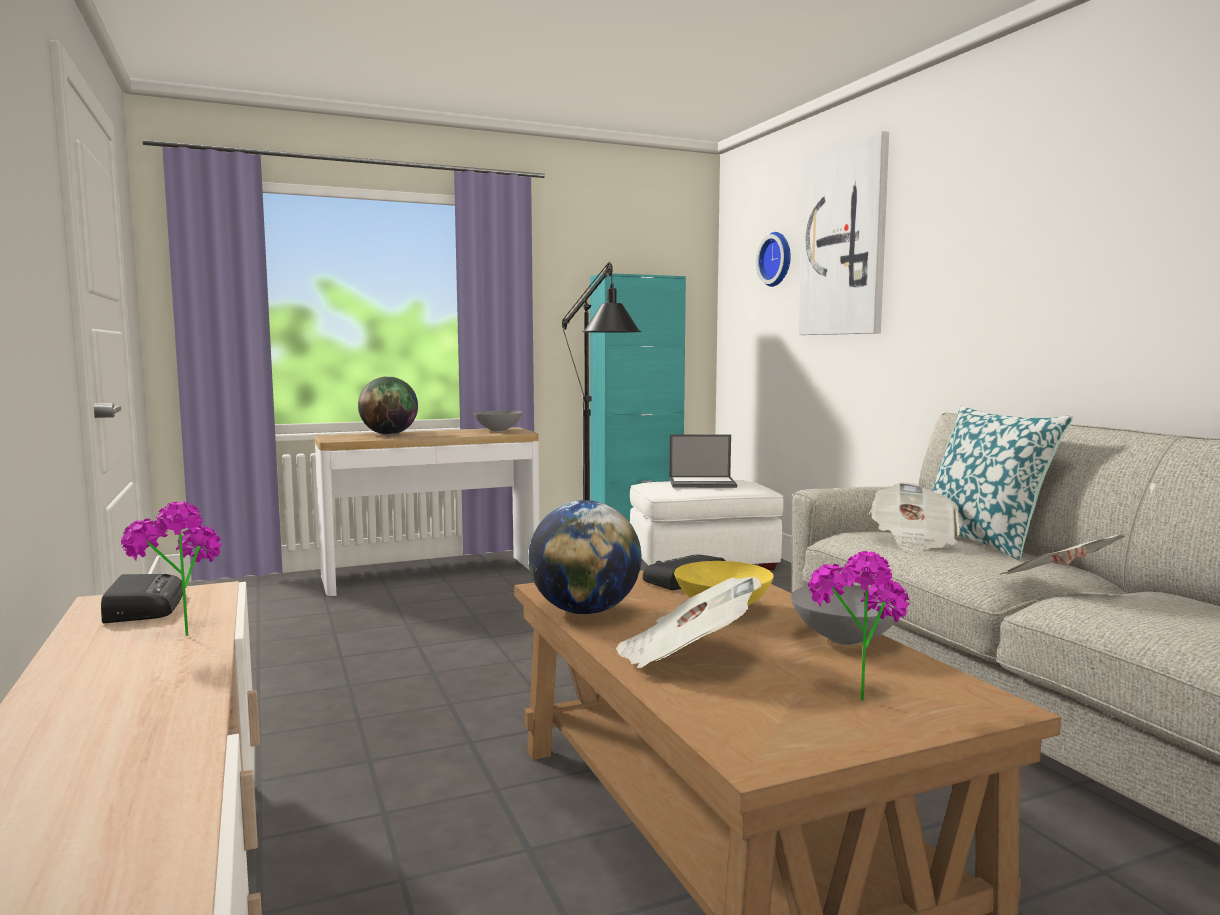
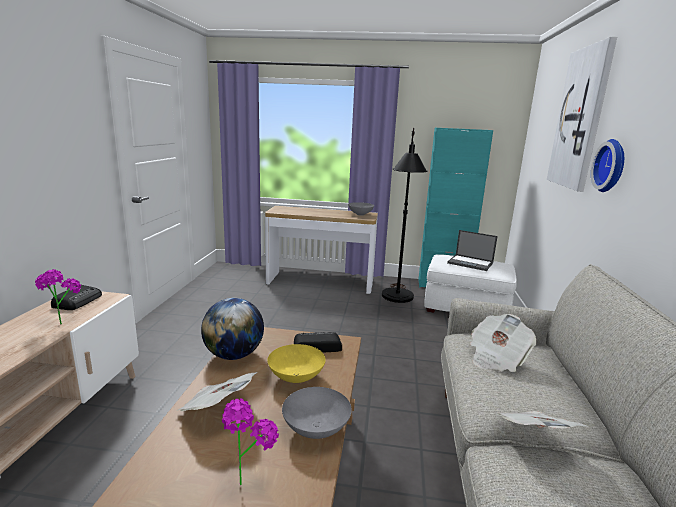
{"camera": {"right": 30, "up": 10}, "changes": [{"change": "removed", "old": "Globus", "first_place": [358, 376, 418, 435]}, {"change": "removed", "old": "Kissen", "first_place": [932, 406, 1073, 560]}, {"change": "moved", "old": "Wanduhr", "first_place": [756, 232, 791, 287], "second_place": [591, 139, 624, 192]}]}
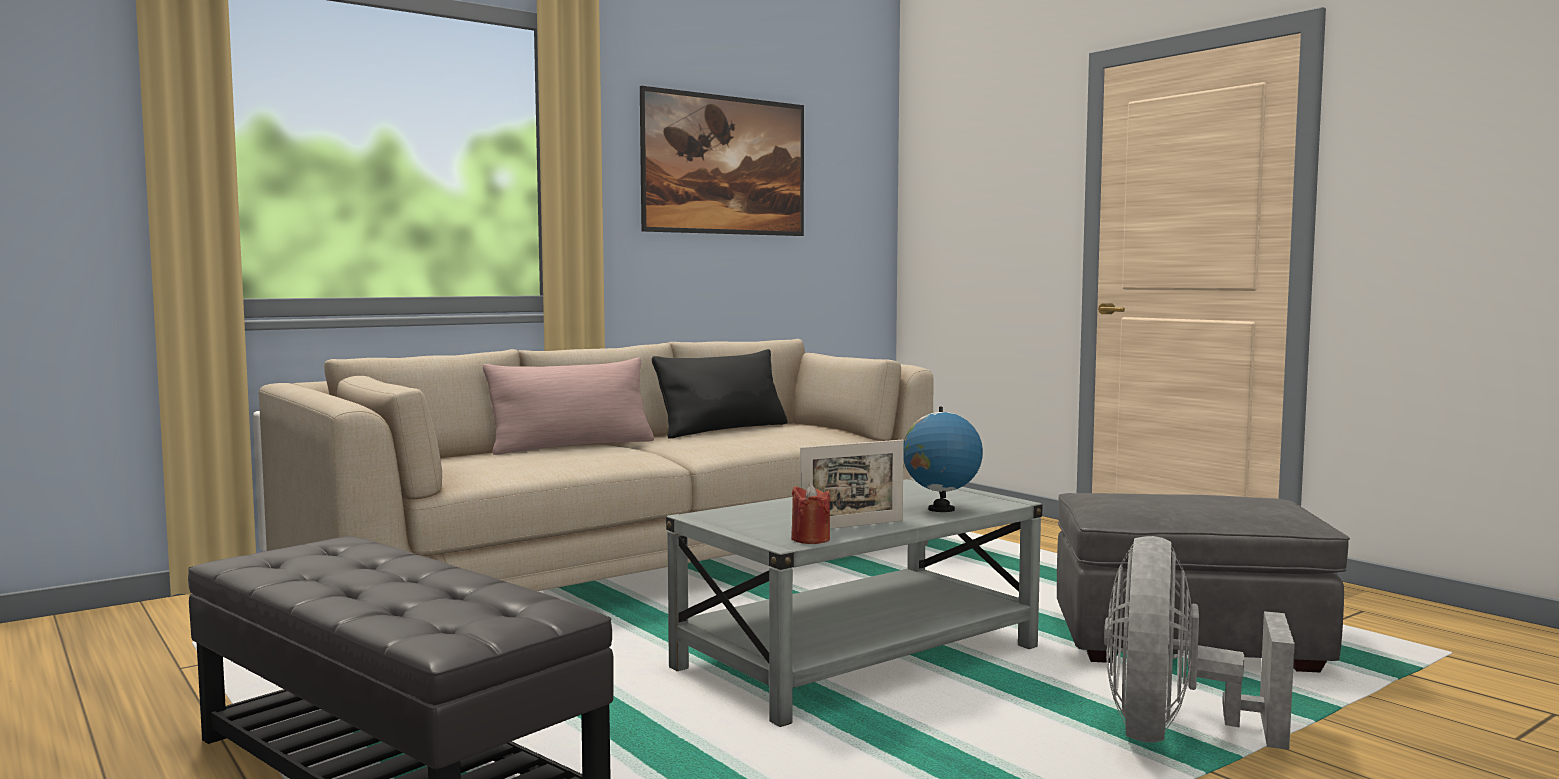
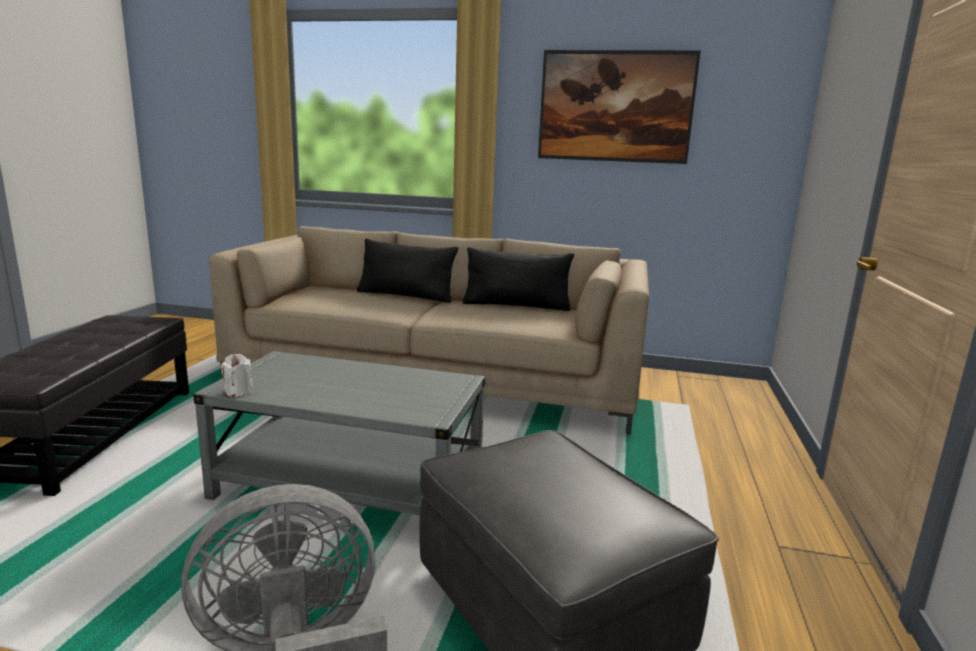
{"camera": {"right": 50, "up": 10}, "changes": [{"change": "removed", "old": "Bilderrahmen", "first_place": [800, 440, 904, 529]}, {"change": "removed", "old": "Globus", "first_place": [903, 407, 983, 512]}, {"change": "recoloured", "old": "Kissen/rosa", "new": "Kissen/schwarz", "first_place": [483, 358, 654, 455], "second_place": [357, 239, 458, 303]}, {"change": "recoloured", "old": "Kerze/rot", "new": "Kerze/weiß", "first_place": [791, 483, 830, 544], "second_place": [221, 354, 253, 397]}]}
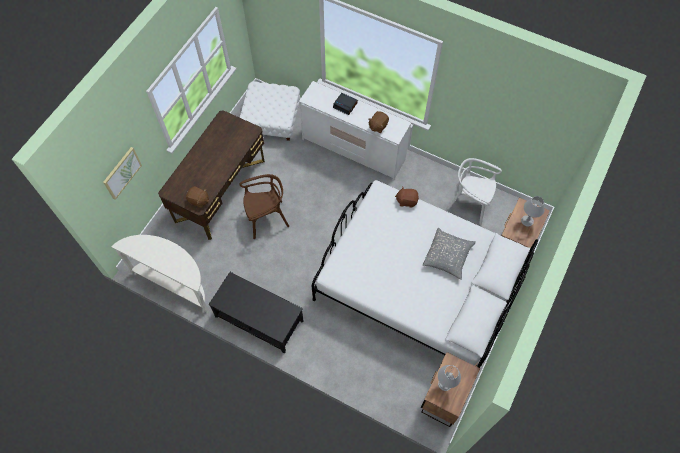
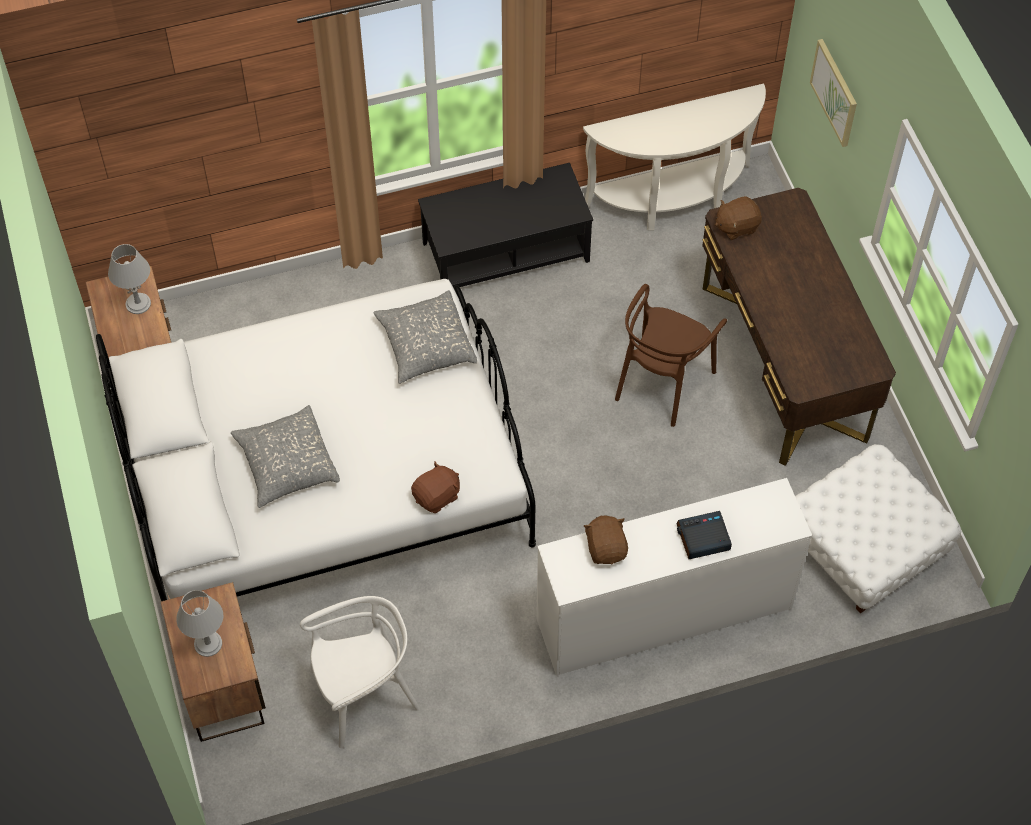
{"camera": {"right": 135, "up": -5}, "changes": [{"change": "added", "new": "Kissen/grau", "second_place": [373, 290, 477, 384]}]}
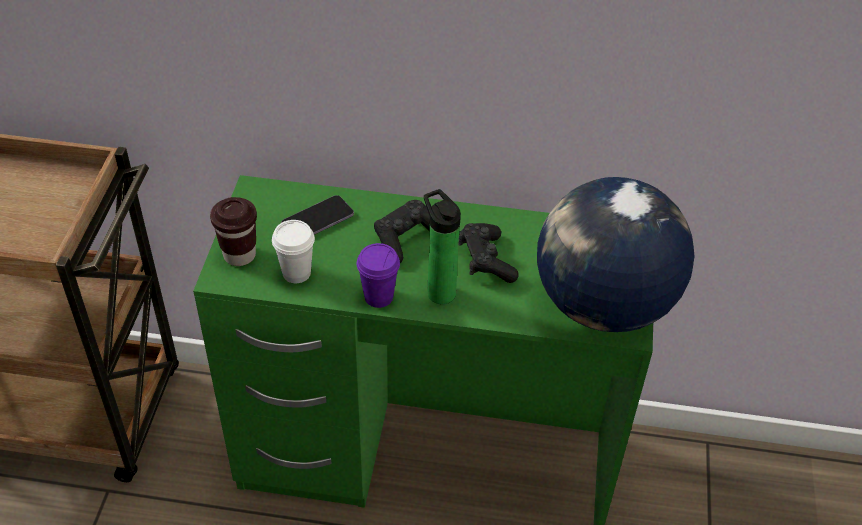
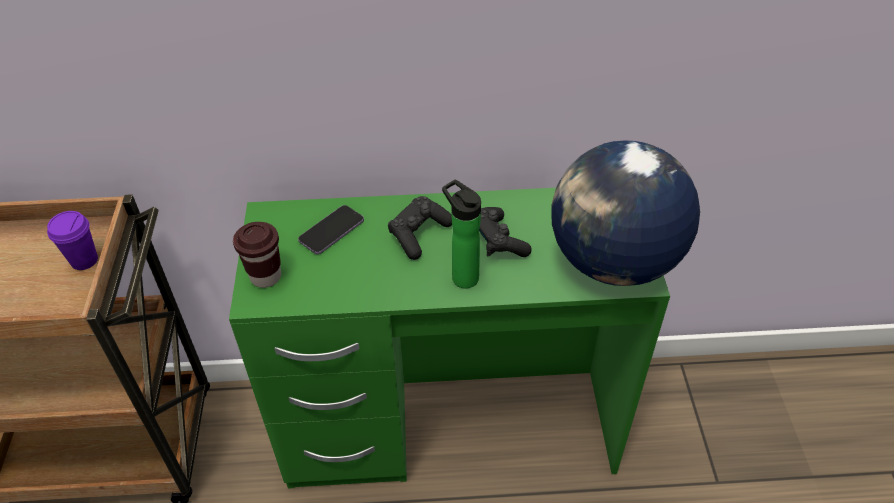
{"camera": {"right": -10, "up": 0}, "changes": [{"change": "removed", "old": "Tasse/weiß", "first_place": [272, 220, 315, 283]}, {"change": "moved", "old": "Tasse/lila", "first_place": [357, 243, 400, 308], "second_place": [47, 211, 98, 270]}]}
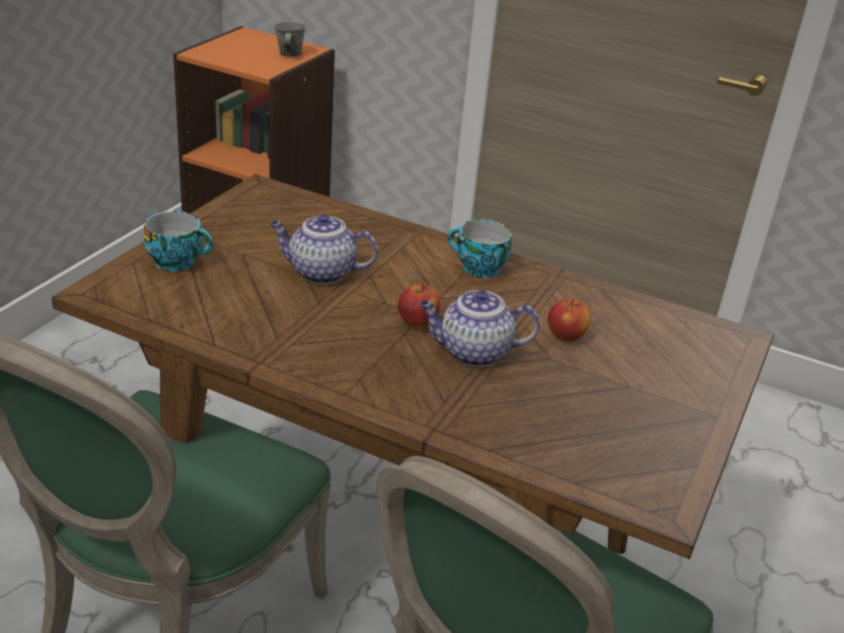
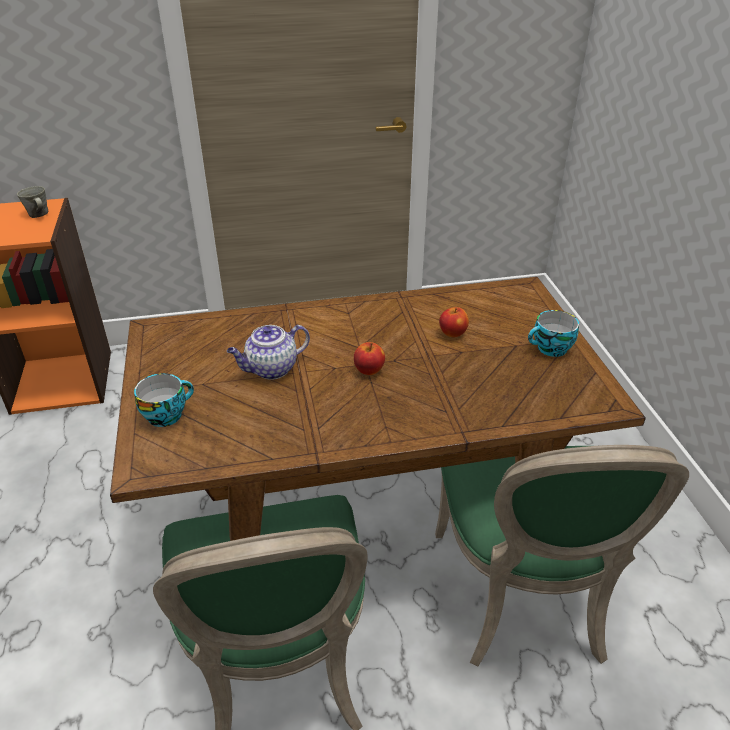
{"camera": {"right": -35, "up": 5}, "changes": [{"change": "removed", "old": "Teekanne", "first_place": [419, 290, 540, 367]}, {"change": "moved", "old": "Tasse", "first_place": [448, 219, 512, 278], "second_place": [528, 310, 579, 357]}]}
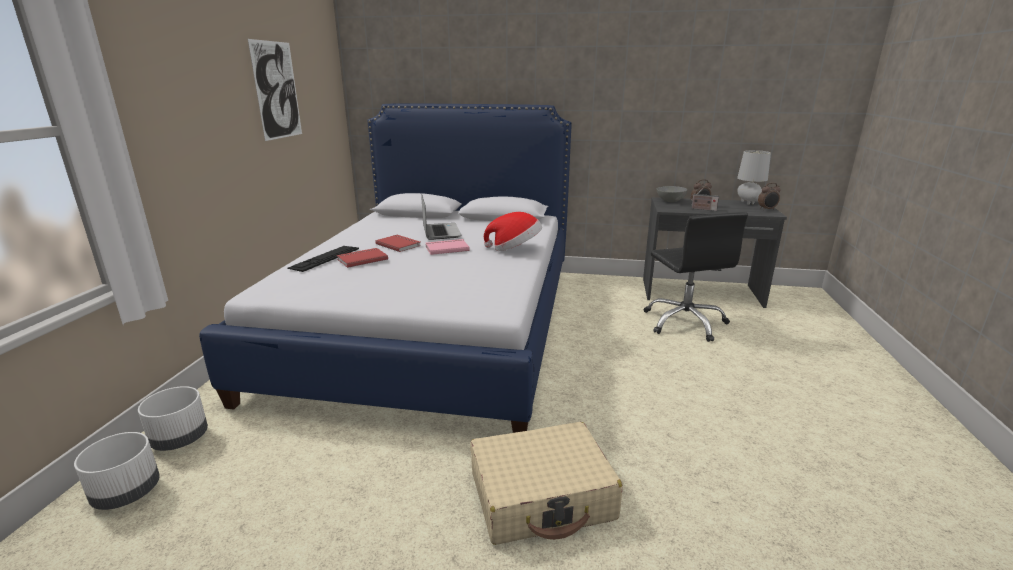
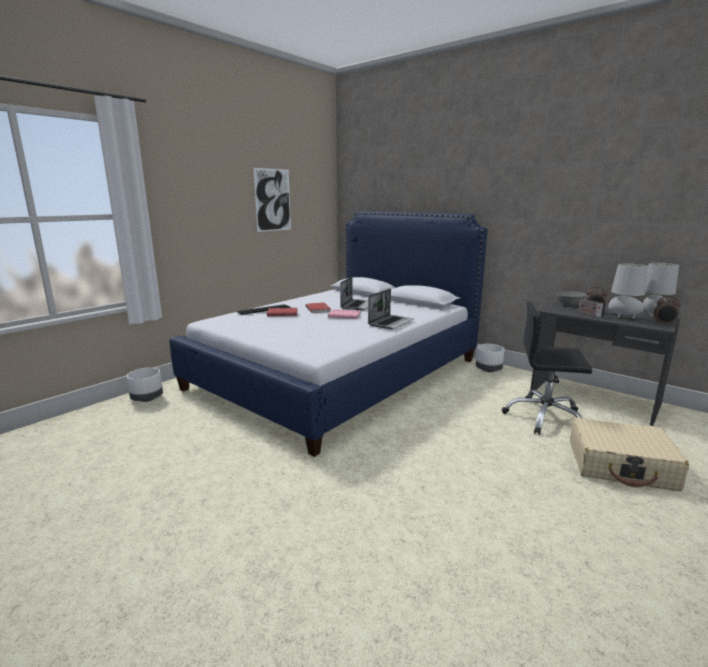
{"camera": {"right": 30, "up": -5}, "changes": [{"change": "added", "new": "Tischlampe/grau", "second_place": [608, 264, 648, 319]}, {"change": "moved", "old": "Pflanzkübel/weiß", "first_place": [74, 432, 160, 510], "second_place": [476, 344, 505, 372]}, {"change": "moved", "old": "Koffer/beige", "first_place": [470, 422, 622, 545], "second_place": [570, 417, 689, 491]}, {"change": "replaced", "old": "Hut", "new": "Laptop", "first_place": [484, 212, 542, 251], "second_place": [368, 289, 414, 329]}, {"change": "turned", "old": "Bürostuhl/schwarz", "first_place": [644, 212, 748, 342], "second_place": [502, 301, 592, 435], "degrees": 90}]}
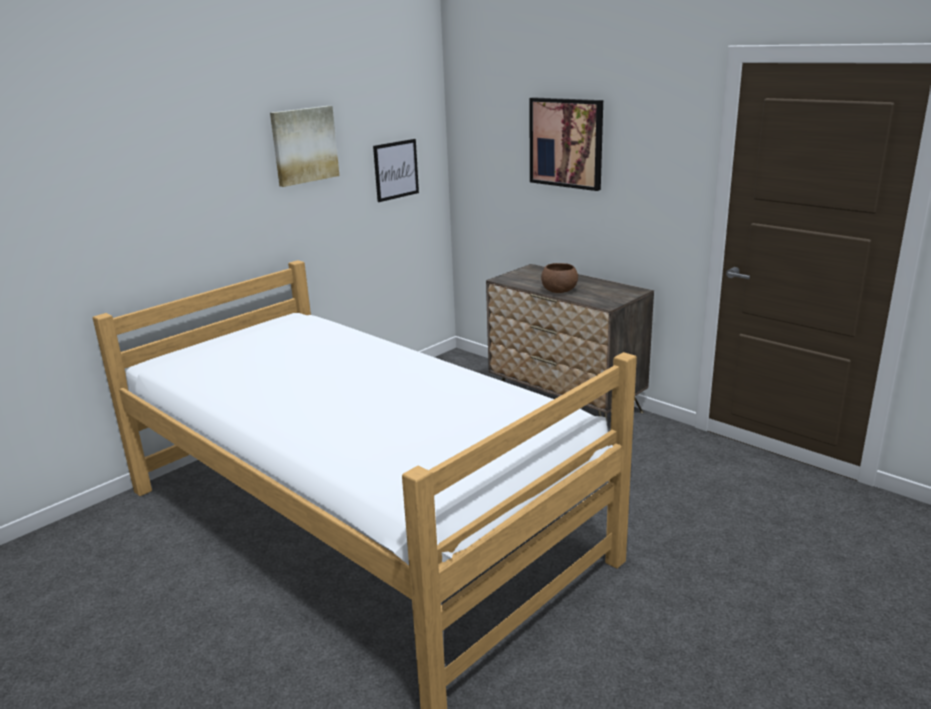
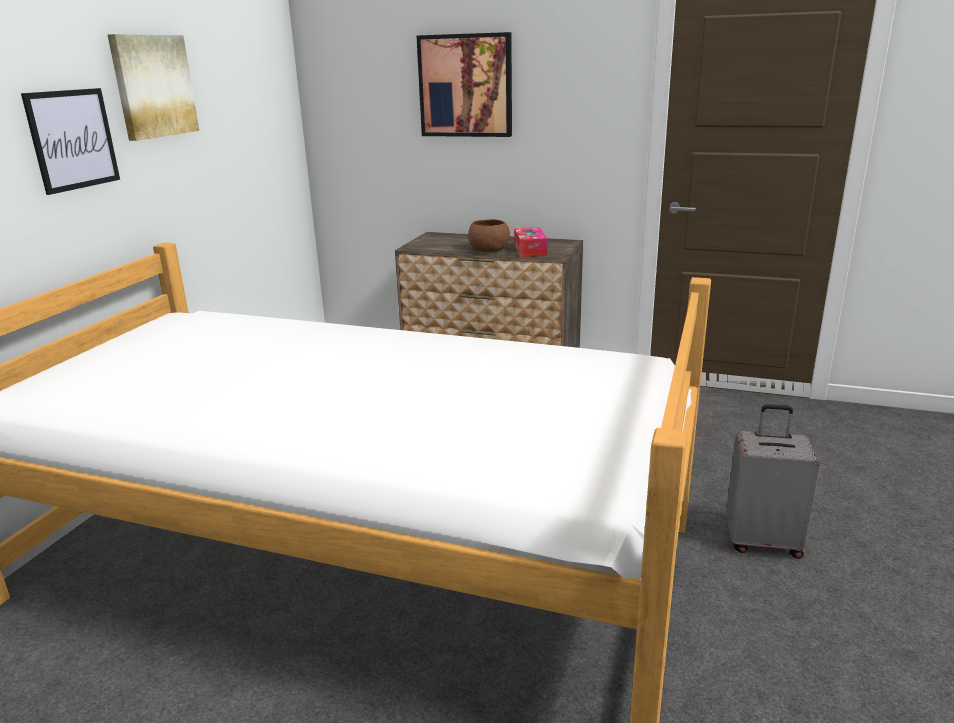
{"camera": {"right": -25, "up": 0}, "changes": [{"change": "added", "new": "Taschentuchbox", "second_place": [514, 227, 548, 257]}, {"change": "added", "new": "Koffer/grau", "second_place": [726, 404, 819, 559]}, {"change": "moved", "old": "Bild", "first_place": [373, 139, 419, 202], "second_place": [21, 88, 120, 195]}]}
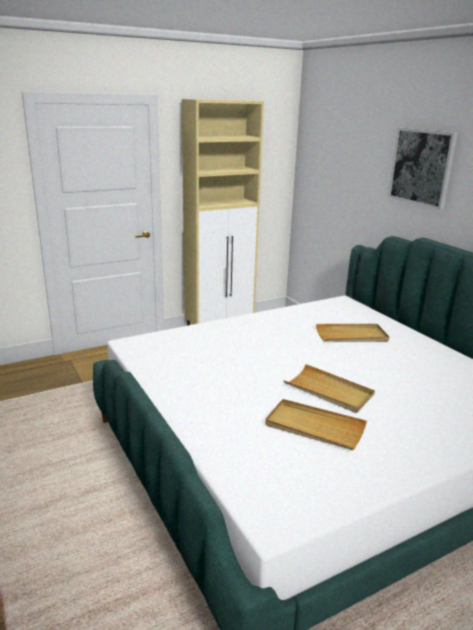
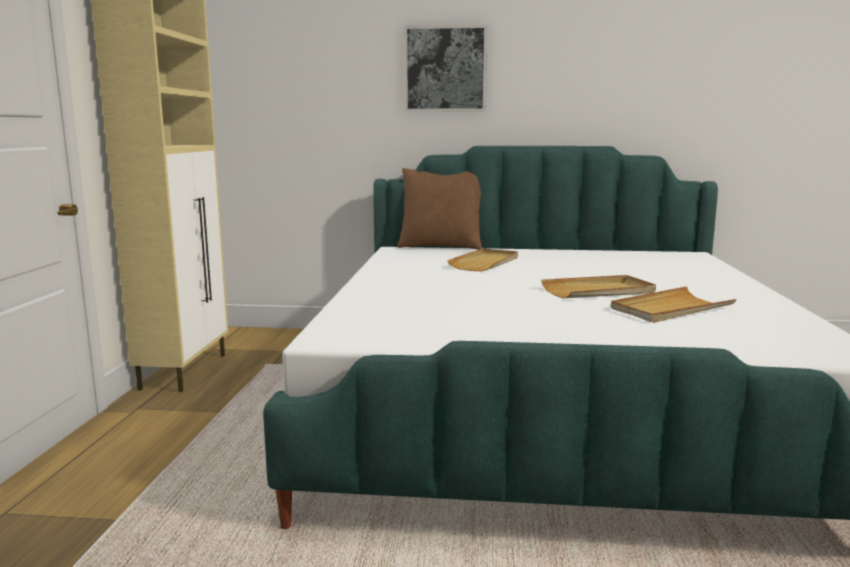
{"camera": {"right": -55, "up": -10}, "changes": [{"change": "added", "new": "Kissen/braun", "second_place": [397, 168, 482, 250]}]}
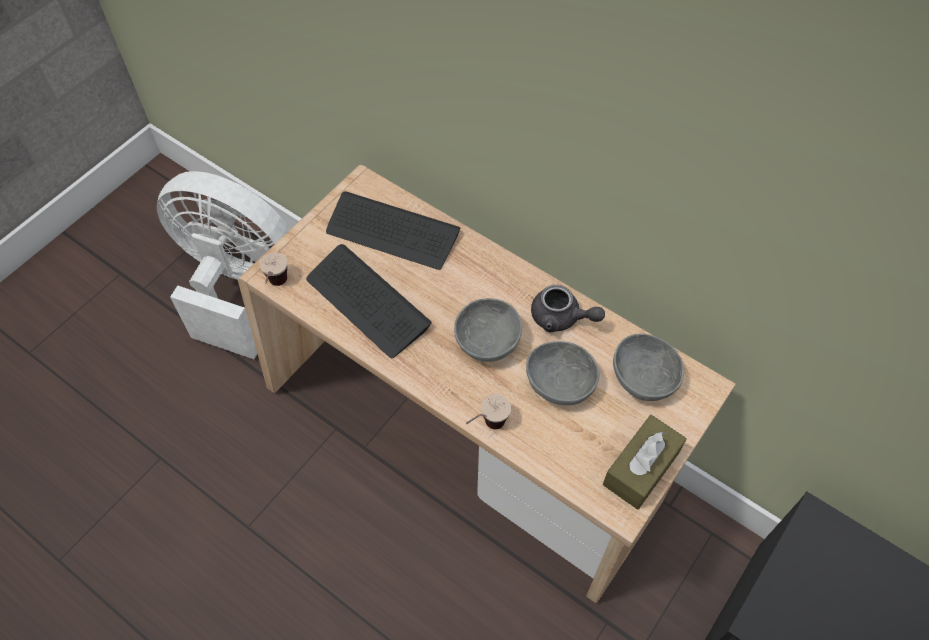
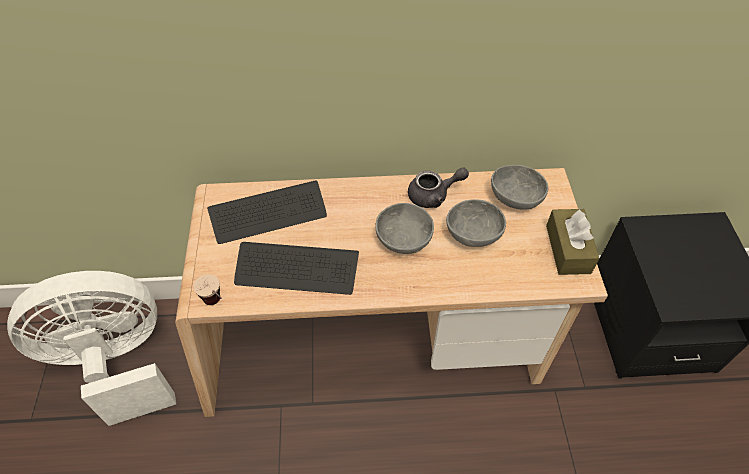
{"camera": {"right": -40, "up": -5}, "changes": [{"change": "removed", "old": "Tasse", "first_place": [466, 394, 511, 429]}]}
